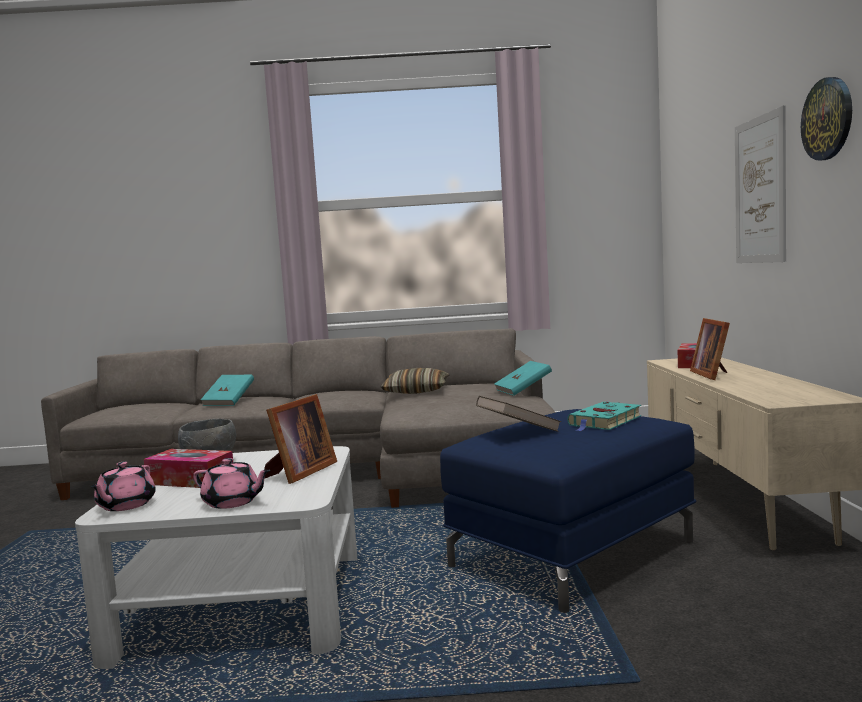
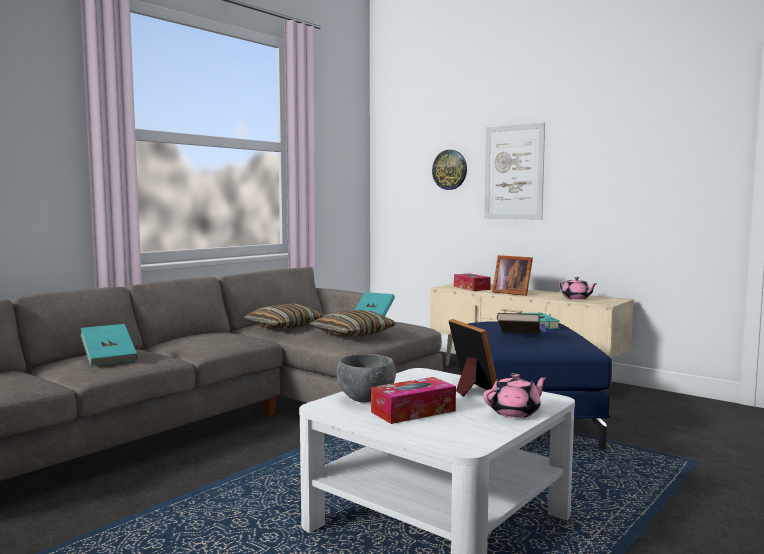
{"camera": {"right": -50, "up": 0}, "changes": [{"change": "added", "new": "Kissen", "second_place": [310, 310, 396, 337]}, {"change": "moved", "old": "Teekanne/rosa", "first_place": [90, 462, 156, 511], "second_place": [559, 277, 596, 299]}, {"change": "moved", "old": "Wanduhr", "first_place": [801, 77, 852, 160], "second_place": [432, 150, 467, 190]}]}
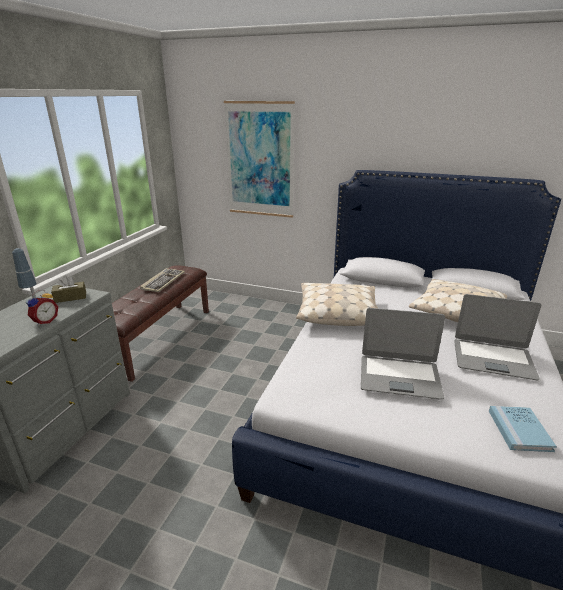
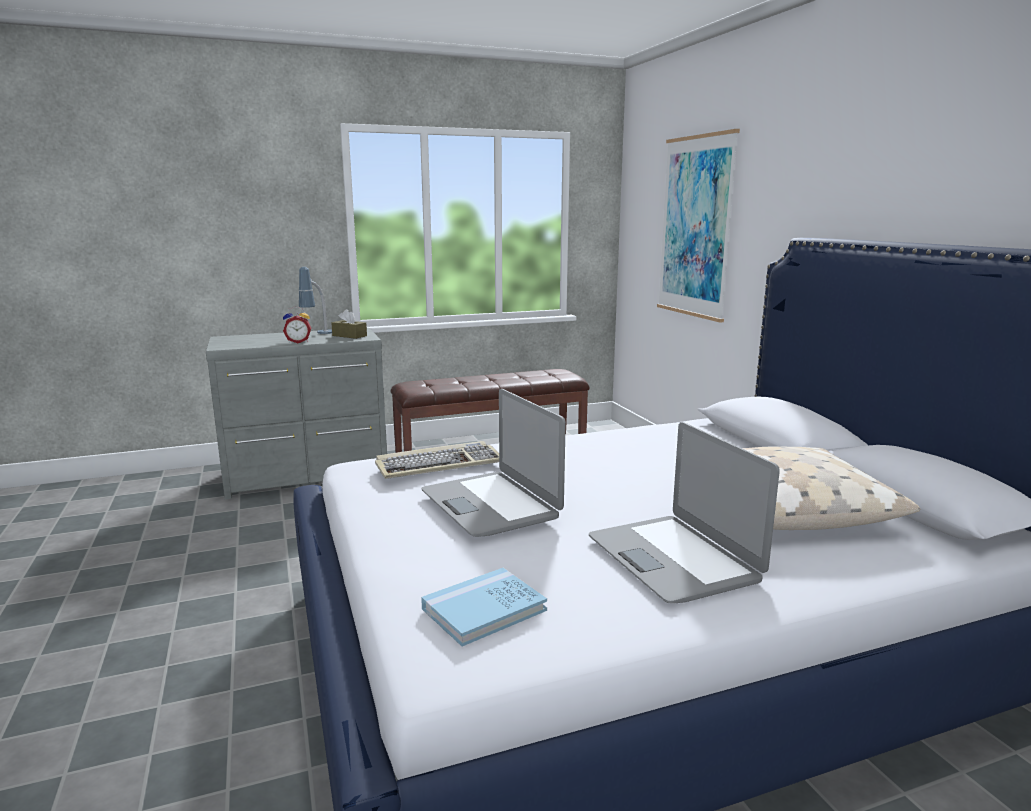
{"camera": {"right": 50, "up": -10}, "changes": [{"change": "removed", "old": "Kissen/beige", "first_place": [296, 283, 378, 326]}, {"change": "moved", "old": "Tastatur", "first_place": [140, 268, 185, 292], "second_place": [375, 441, 499, 479]}]}
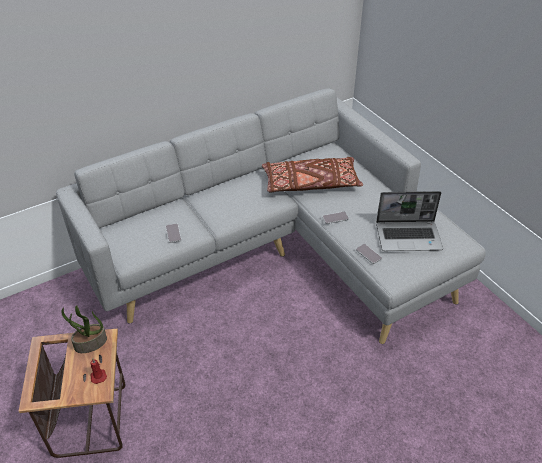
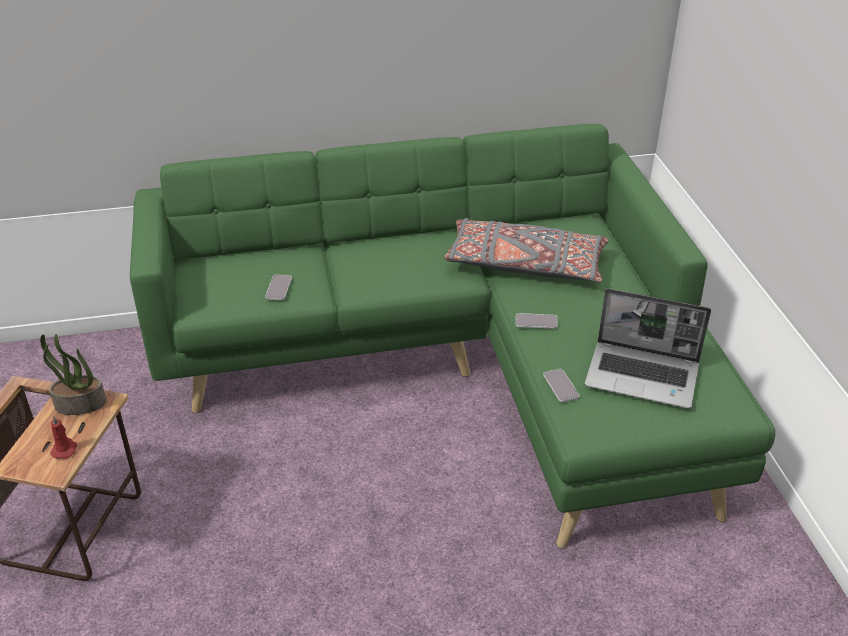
{"camera": {"right": 20, "up": -5}, "changes": [{"change": "recoloured", "old": "Sofa/grau", "new": "Sofa/grün", "first_place": [56, 88, 486, 344], "second_place": [130, 124, 775, 549]}, {"change": "recoloured", "old": "Kissen/braun", "new": "Kissen/grau", "first_place": [262, 157, 363, 193], "second_place": [444, 218, 608, 283]}]}
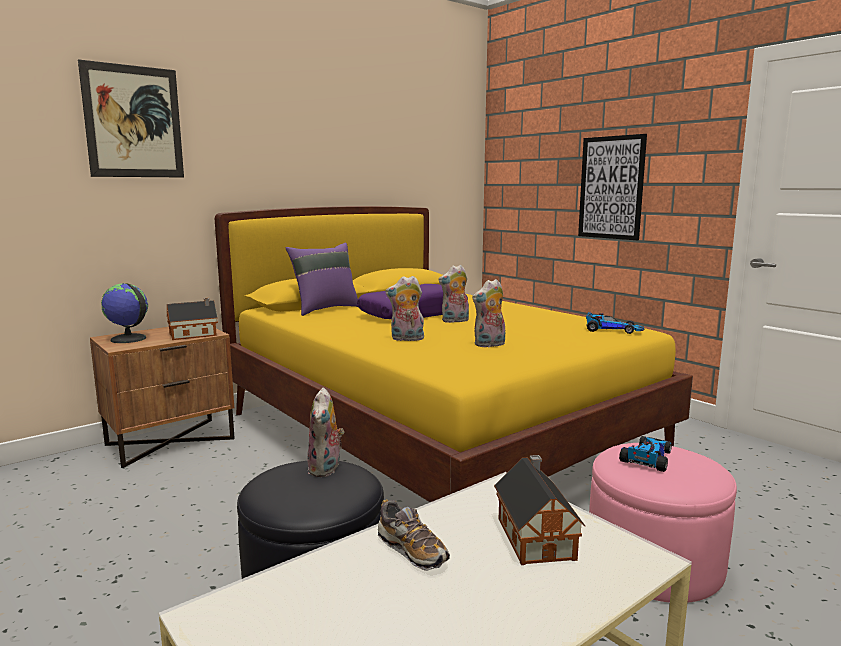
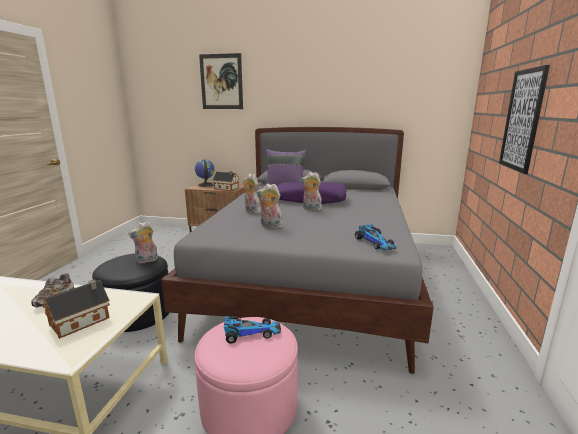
{"camera": {"right": 50, "up": 5}, "changes": [{"change": "recoloured", "old": "Bett/gelb", "new": "Bett/grau", "first_place": [215, 206, 693, 502], "second_place": [161, 127, 434, 374]}]}
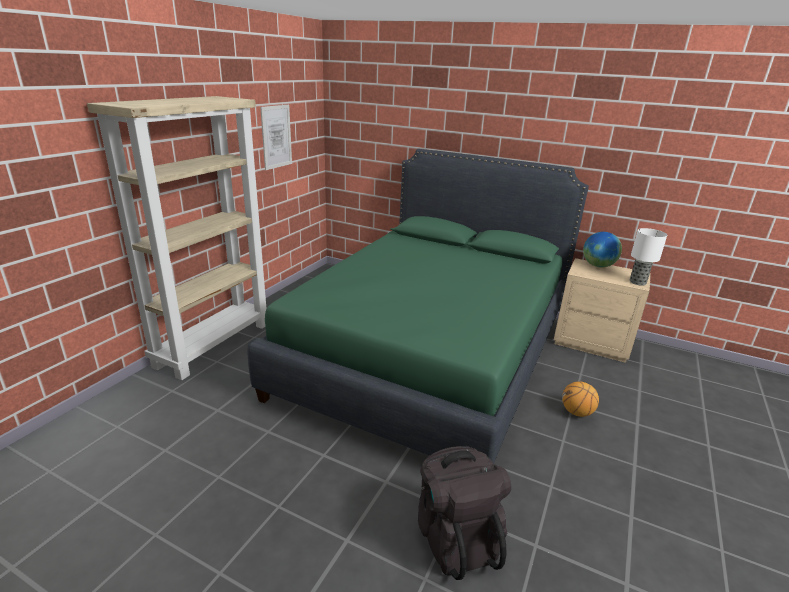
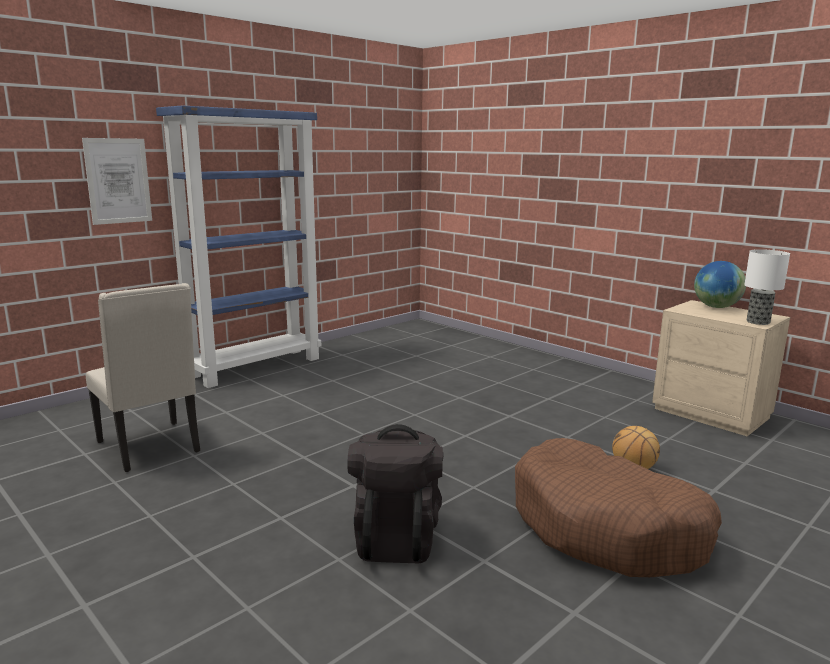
{"camera": {"right": 20, "up": -10}, "changes": [{"change": "removed", "old": "Bett/grün", "first_place": [247, 149, 589, 463]}, {"change": "added", "new": "Stuhl/beige", "second_place": [86, 283, 200, 472]}, {"change": "added", "new": "Hundebett/braun", "second_place": [515, 438, 722, 577]}, {"change": "moved", "old": "Bild", "first_place": [260, 105, 292, 170], "second_place": [82, 138, 152, 225]}, {"change": "recoloured", "old": "Bücherregal/beige", "new": "Bücherregal/blau", "first_place": [87, 96, 267, 380], "second_place": [156, 105, 321, 388]}]}
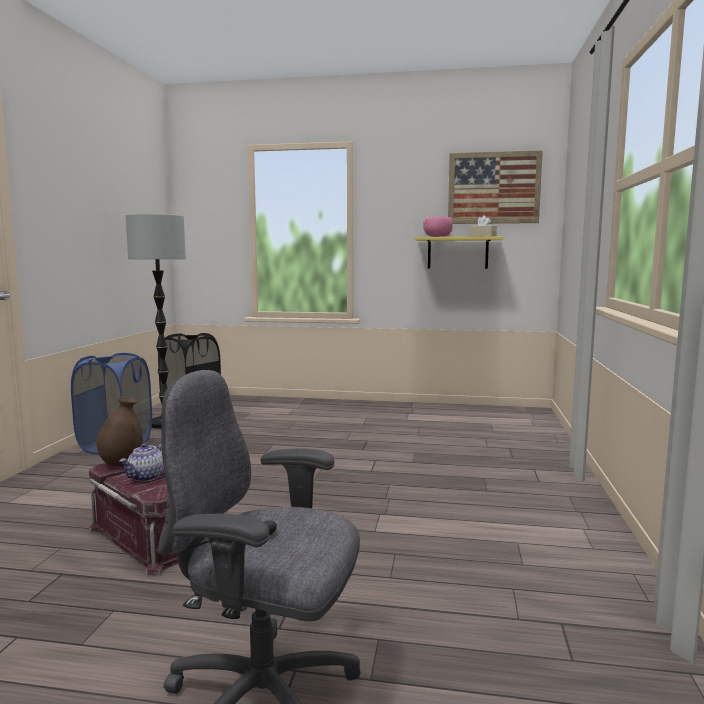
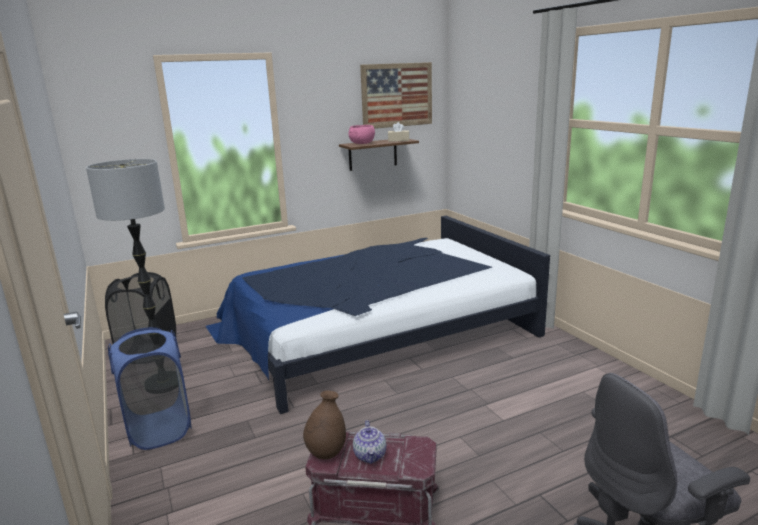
{"camera": {"right": -35, "up": 10}, "changes": [{"change": "added", "new": "Bett", "second_place": [206, 216, 550, 414]}, {"change": "recoloured", "old": "Wandregal/gelb", "new": "Wandregal/braun", "first_place": [415, 237, 503, 269], "second_place": [339, 139, 419, 171]}]}
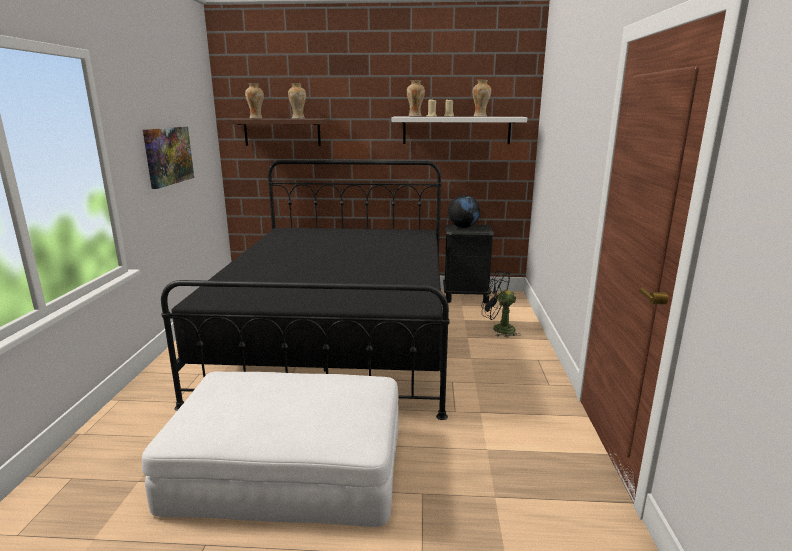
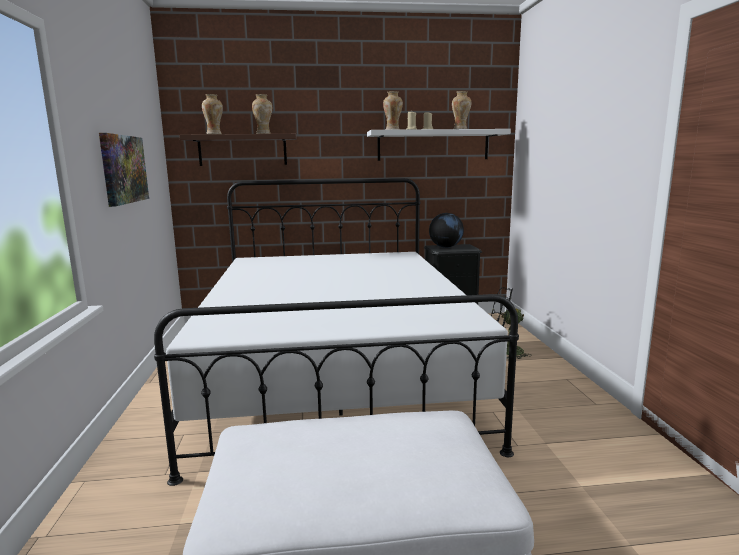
{"camera": {"right": -10, "up": -5}, "changes": [{"change": "recoloured", "old": "Bett/schwarz", "new": "Bett/weiß", "first_place": [161, 160, 450, 420], "second_place": [154, 178, 519, 486]}]}
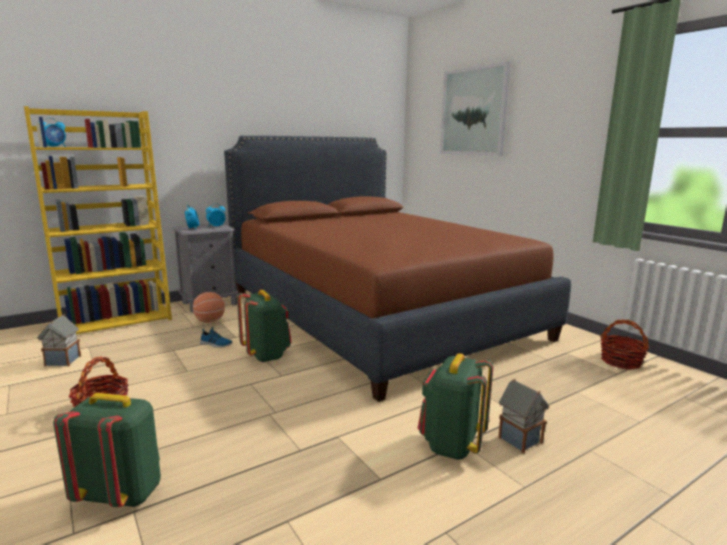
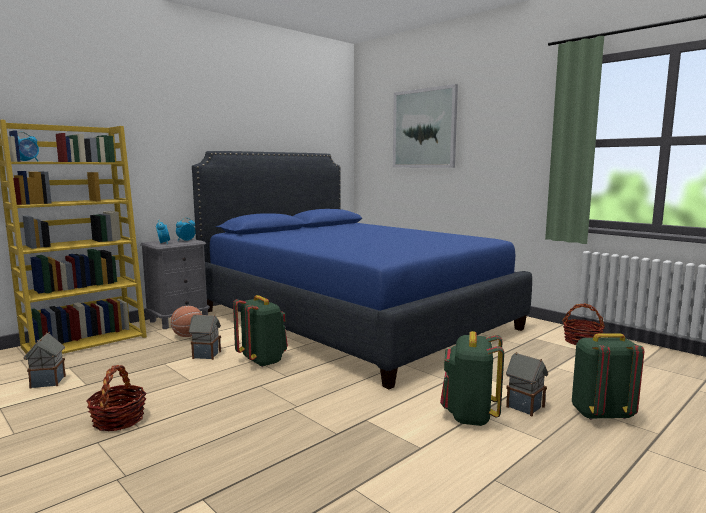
{"camera": {"right": -10, "up": -5}, "changes": [{"change": "moved", "old": "Rucksack/grün", "first_place": [53, 393, 161, 507], "second_place": [572, 333, 644, 420]}, {"change": "replaced", "old": "Schuh", "new": "Spielzeughaus", "first_place": [200, 327, 233, 348], "second_place": [189, 314, 221, 360]}, {"change": "recoloured", "old": "Bett/braun", "new": "Bett/blau", "first_place": [224, 136, 571, 402], "second_place": [192, 151, 532, 389]}]}
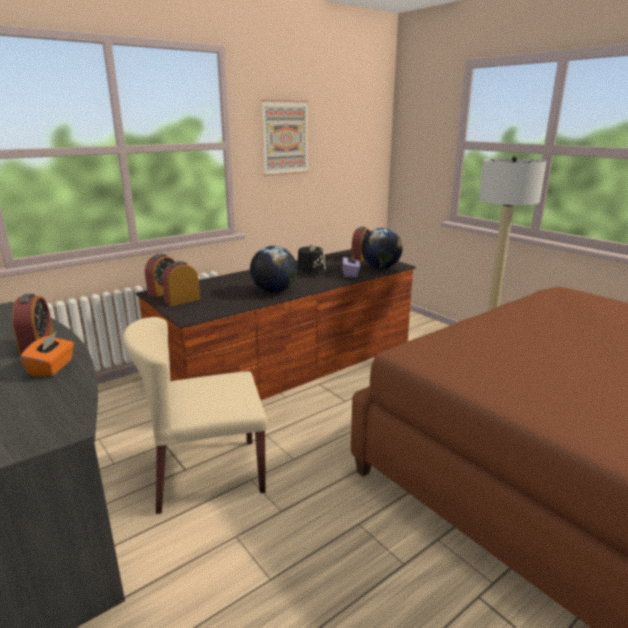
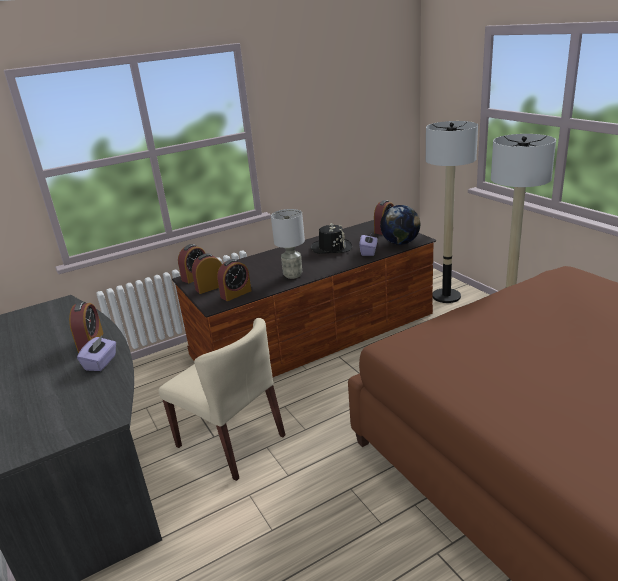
{"camera": {"right": 10, "up": 5}, "changes": [{"change": "removed", "old": "Bild", "first_place": [261, 100, 309, 176]}, {"change": "added", "new": "Wecker", "second_place": [217, 259, 251, 301]}, {"change": "added", "new": "Stehlampe", "second_place": [426, 121, 478, 303]}, {"change": "replaced", "old": "Globus", "new": "Tischlampe/grau", "first_place": [250, 246, 297, 293], "second_place": [271, 209, 305, 279]}, {"change": "recoloured", "old": "Taschentuchbox/orange", "new": "Taschentuchbox/lila", "first_place": [20, 332, 74, 377], "second_place": [77, 336, 116, 371]}, {"change": "turned", "old": "Stuhl/beige", "first_place": [123, 317, 267, 514], "second_place": [158, 318, 286, 481], "degrees": -135}]}
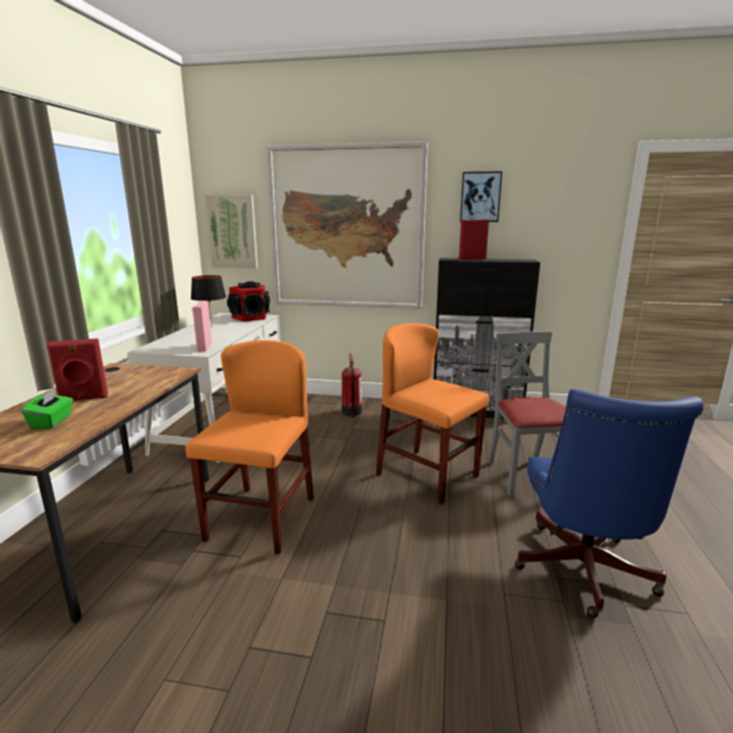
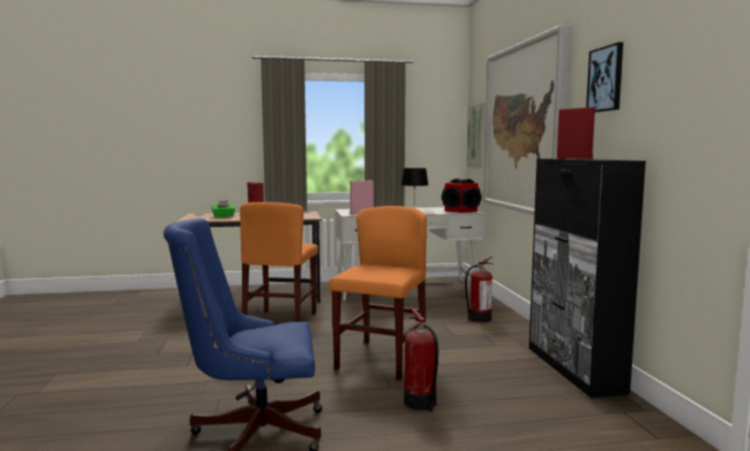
{"camera": {"right": 70, "up": -10}, "changes": [{"change": "replaced", "old": "Stuhl/grau", "new": "Feuerlöscher", "first_place": [488, 331, 566, 497], "second_place": [404, 307, 438, 412]}, {"change": "turned", "old": "Stuhl/orange", "first_place": [185, 340, 314, 554], "second_place": [240, 202, 318, 322], "degrees": 105}]}
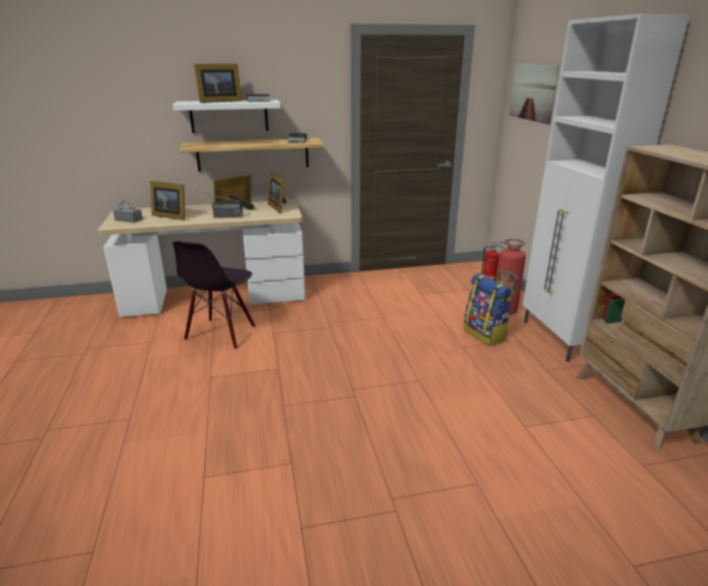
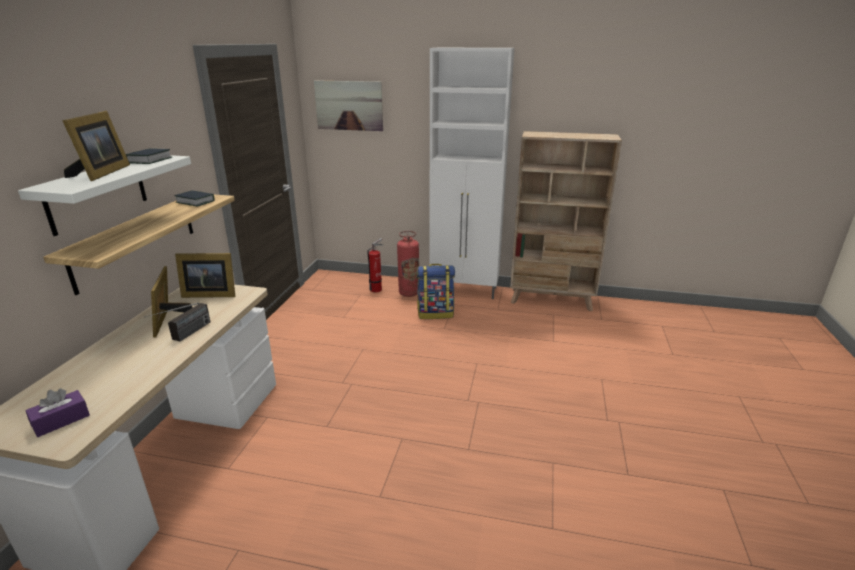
{"camera": {"right": -65, "up": 0}, "changes": [{"change": "removed", "old": "Bilderrahmen", "first_place": [150, 181, 185, 220]}, {"change": "removed", "old": "Stuhl/schwarz", "first_place": [173, 241, 255, 349]}, {"change": "recoloured", "old": "Taschentuchbox/grau", "new": "Taschentuchbox/lila", "first_place": [113, 200, 143, 223], "second_place": [25, 389, 90, 437]}]}
